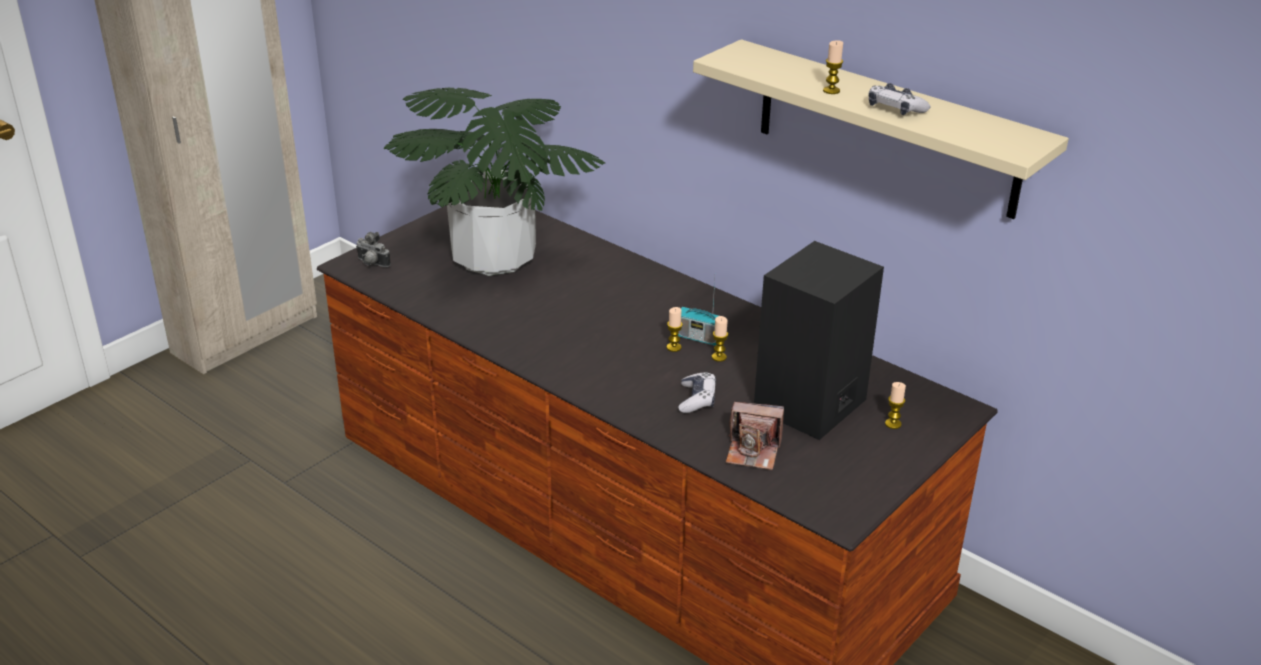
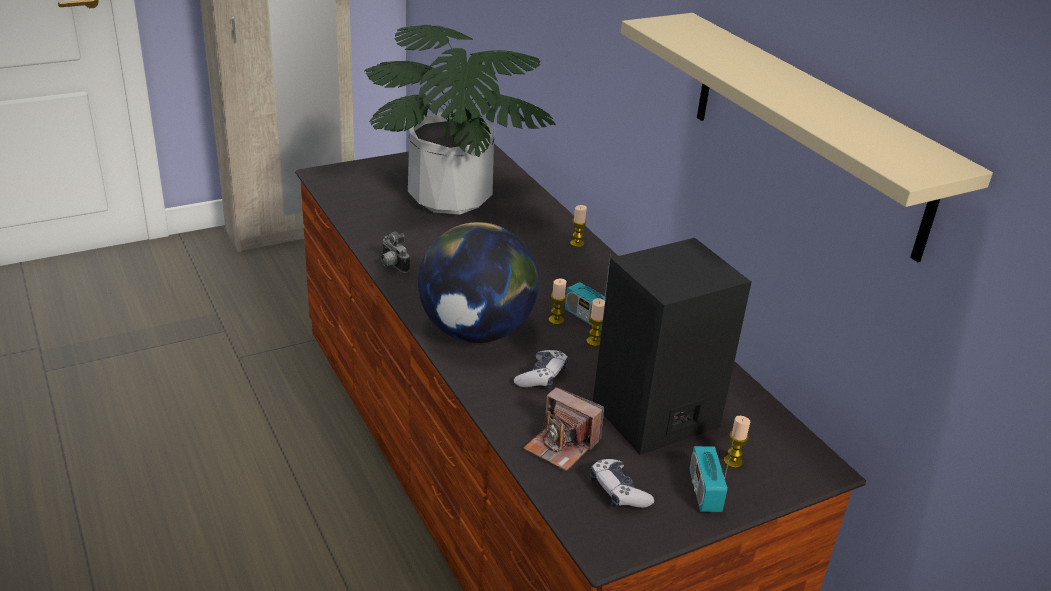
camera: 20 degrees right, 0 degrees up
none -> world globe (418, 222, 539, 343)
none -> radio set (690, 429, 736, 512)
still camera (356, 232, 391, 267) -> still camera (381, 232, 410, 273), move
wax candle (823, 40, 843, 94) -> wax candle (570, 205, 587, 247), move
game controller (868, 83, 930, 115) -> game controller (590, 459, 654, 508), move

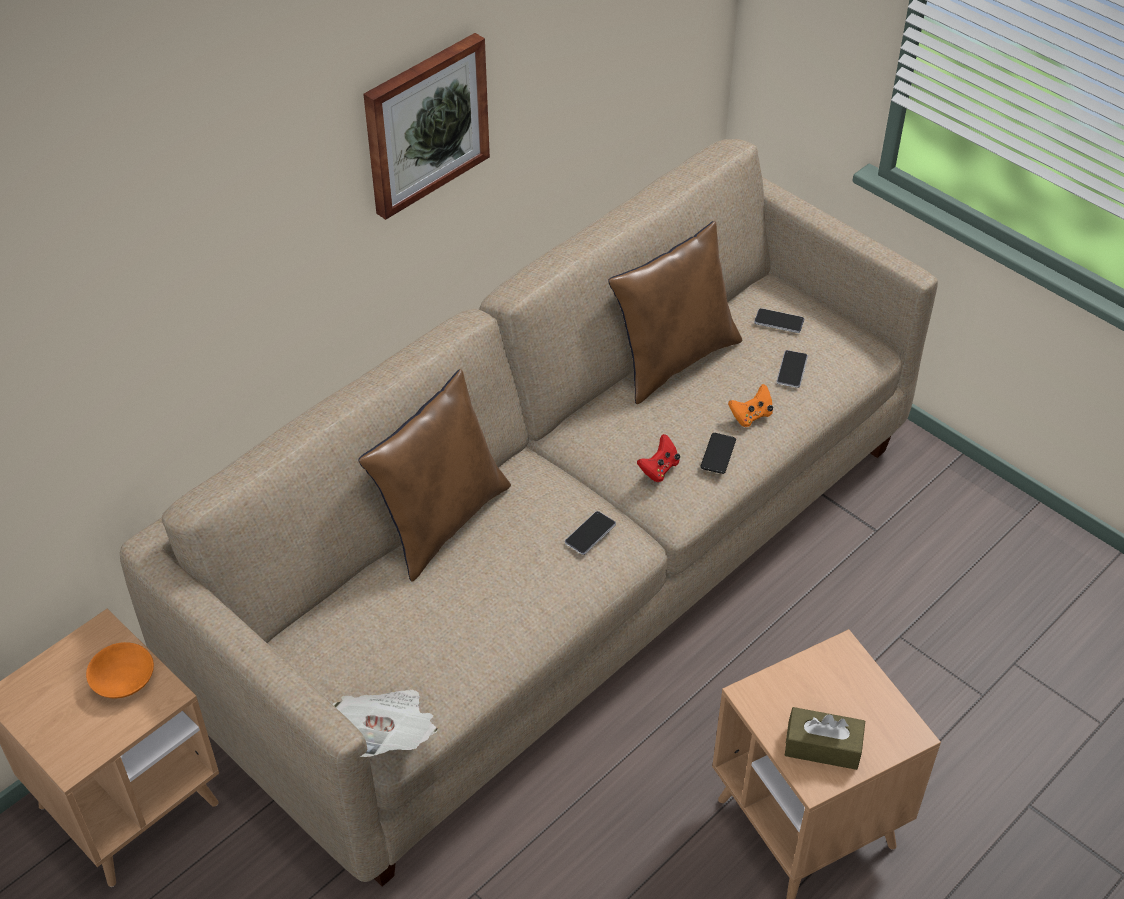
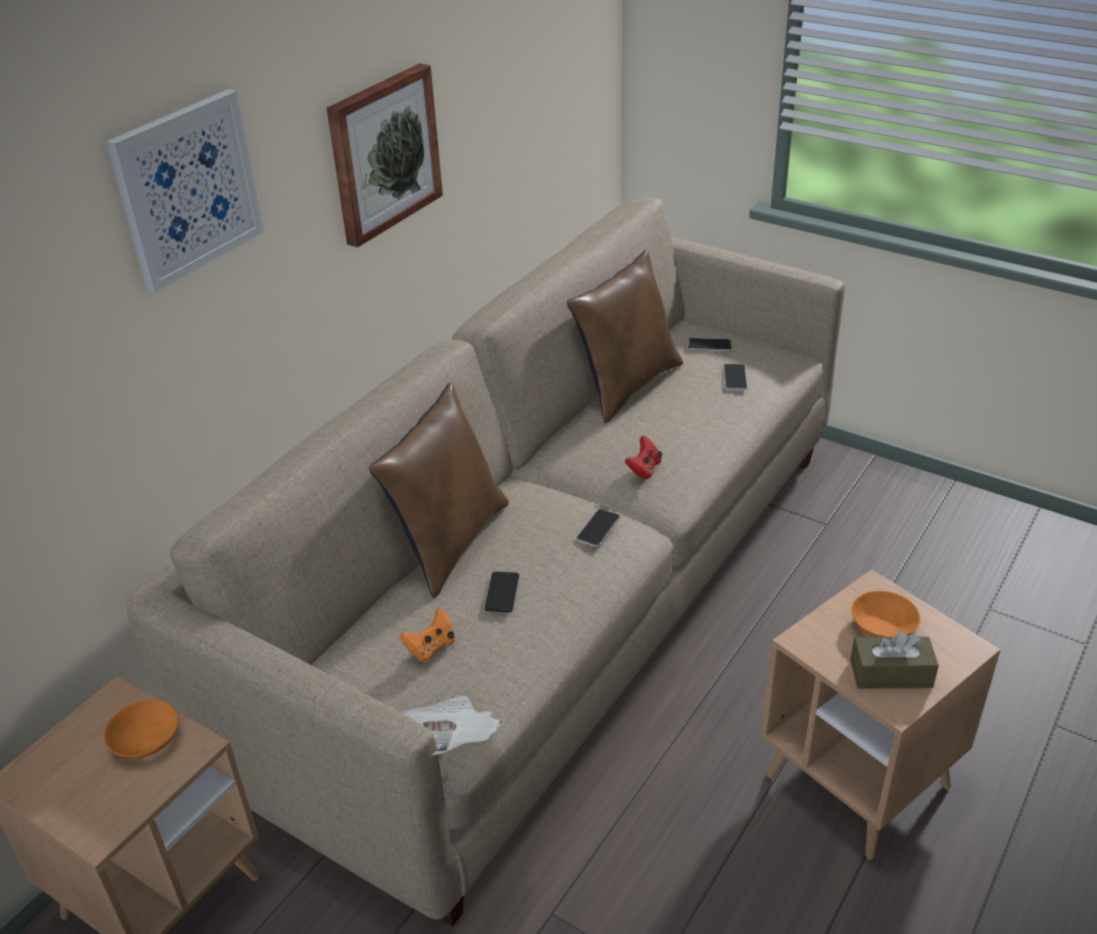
camera: 10 degrees left, 10 degrees down
none -> picture (106, 89, 264, 292)
none -> orange serving bowl (851, 591, 921, 637)
handset (700, 433, 736, 474) -> handset (485, 572, 519, 612), move
orange game controller (728, 384, 773, 427) -> orange game controller (400, 608, 455, 662), move

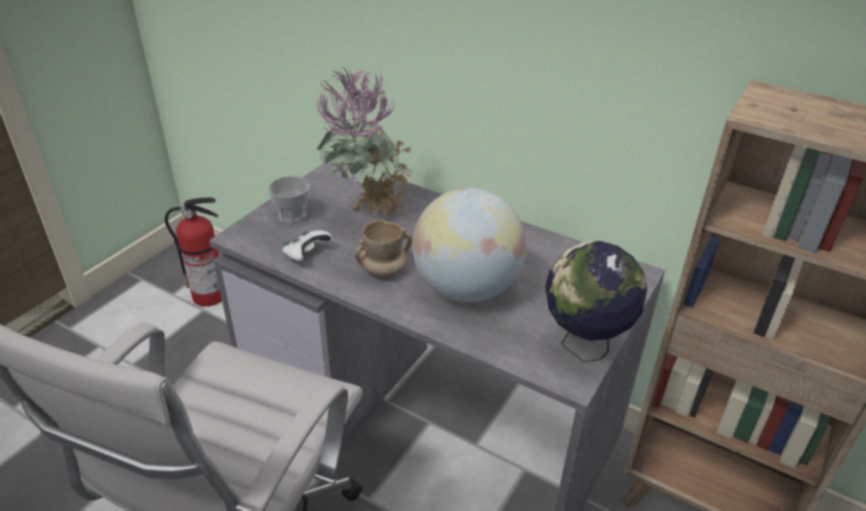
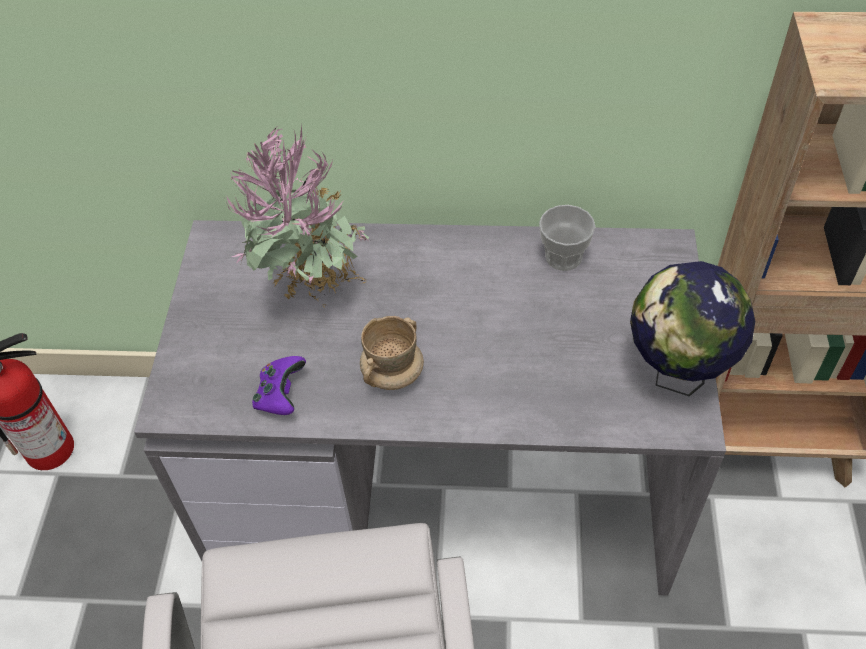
camera: 25 degrees left, 15 degrees up
world globe (412, 188, 526, 302) -> none
cup (268, 176, 310, 224) -> cup (539, 205, 596, 271), move
whitish game controller (282, 231, 332, 261) -> purple-coloured game controller (252, 356, 306, 415)

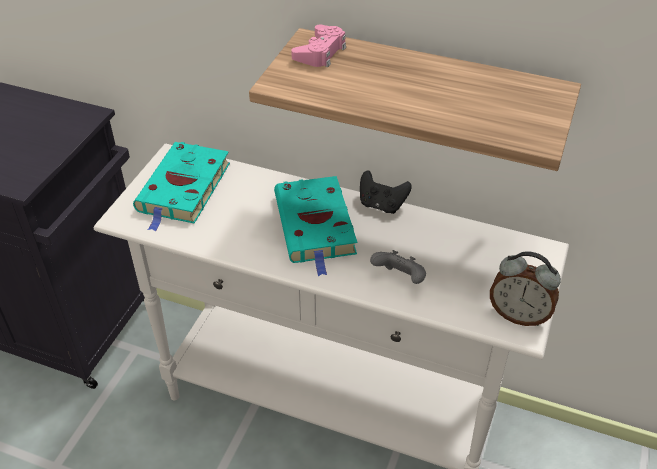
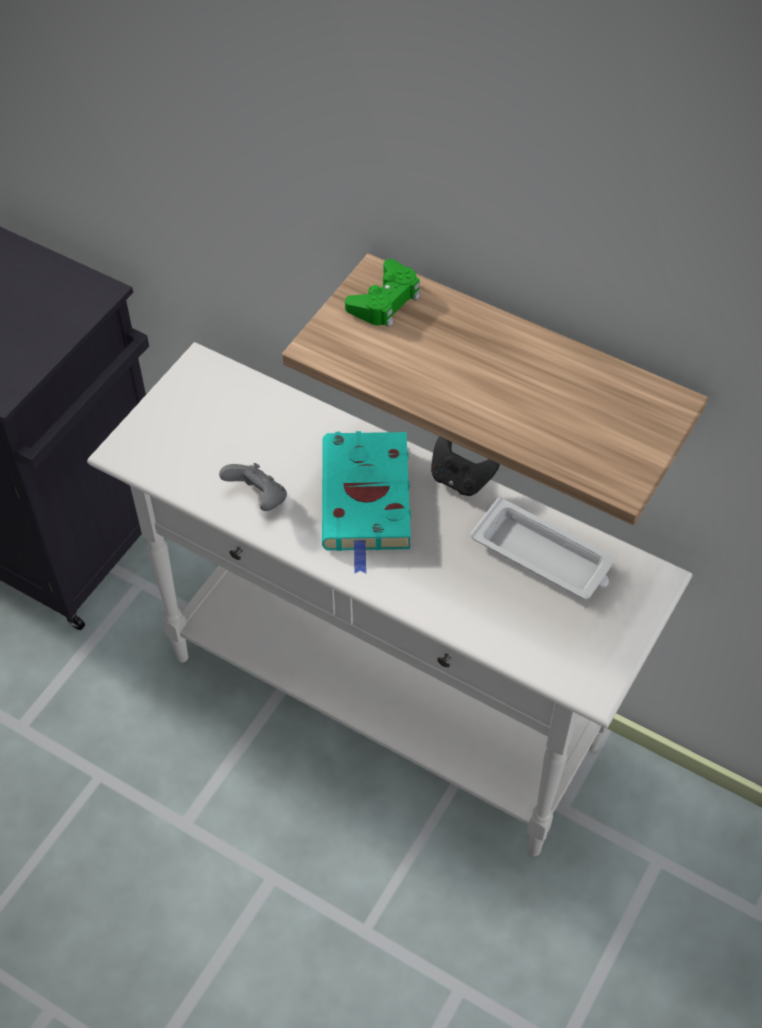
camera: 10 degrees right, 10 degrees up
blue-green bound book (133, 142, 230, 232) -> none
alarm clock (490, 251, 561, 326) -> none
none -> whitish carrying tray (471, 497, 614, 599)
greyish game controller (370, 250, 426, 284) -> greyish game controller (219, 463, 287, 511), move
pinkish game controller (291, 25, 346, 67) -> green game controller (345, 259, 420, 327)

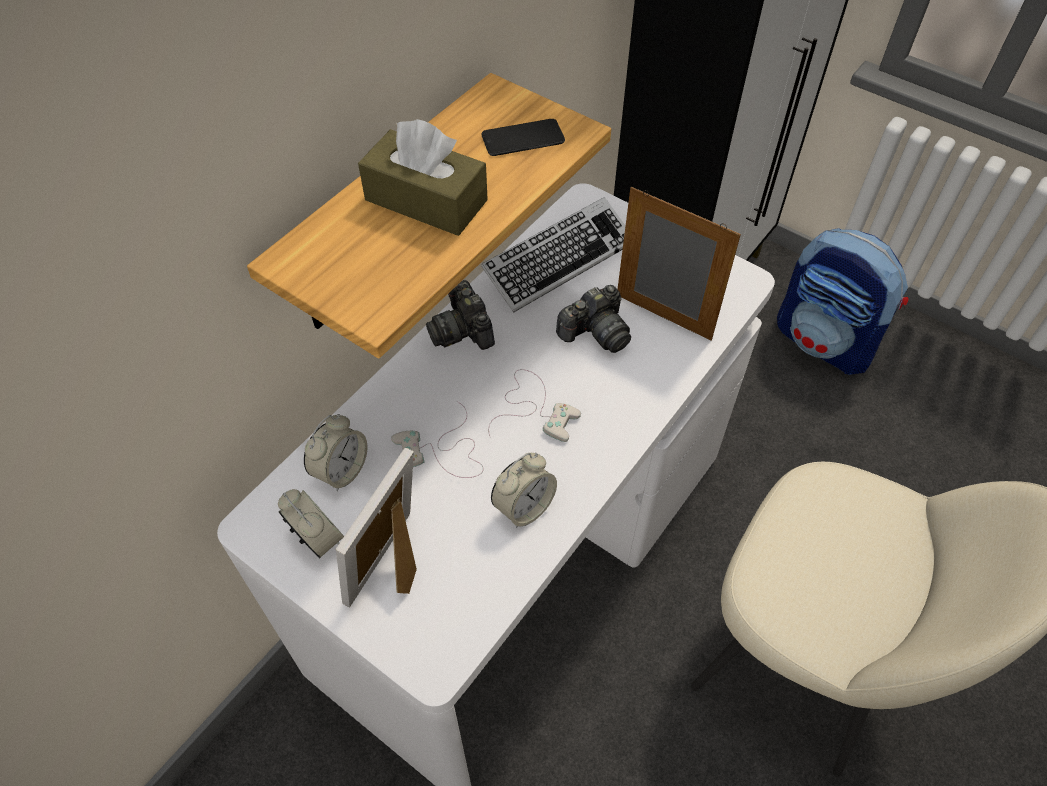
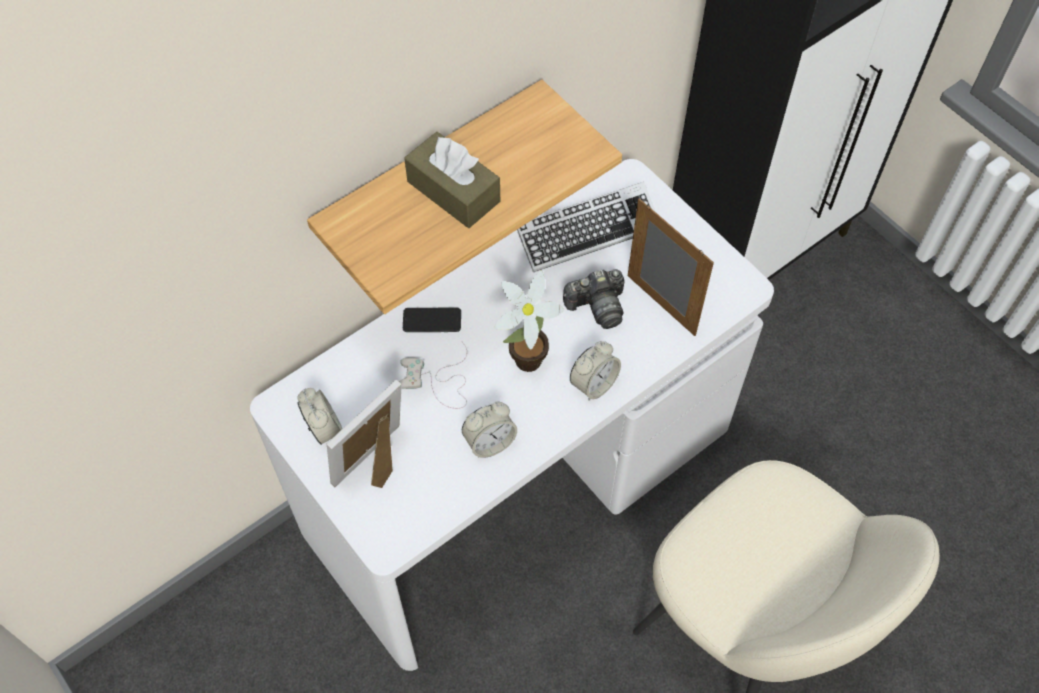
camera: 15 degrees right, 5 degrees up
still camera (426, 280, 495, 350) -> none
knapsack (777, 228, 909, 375) -> none
alarm clock (304, 414, 367, 491) -> alarm clock (570, 341, 621, 401), move
handset (481, 119, 565, 156) -> handset (403, 307, 461, 332), move
whitish game controller (488, 369, 581, 442) -> houseplant (494, 270, 564, 372)

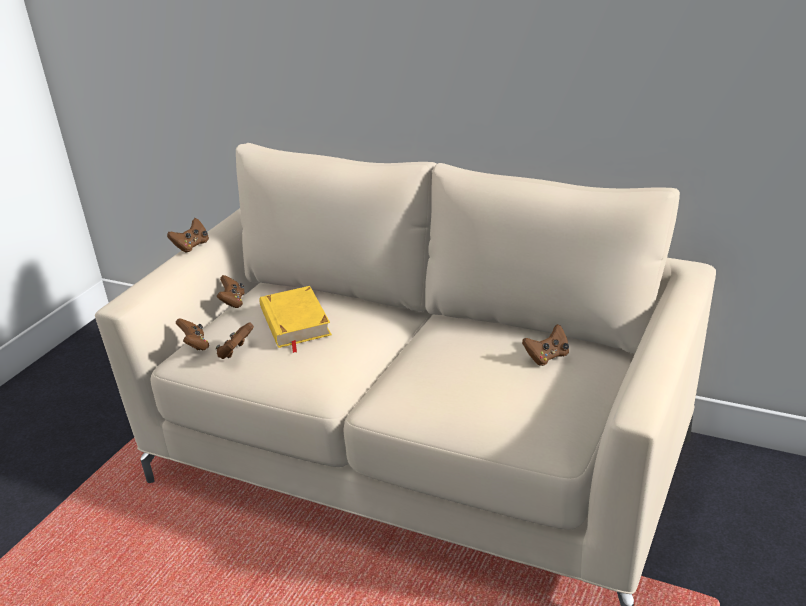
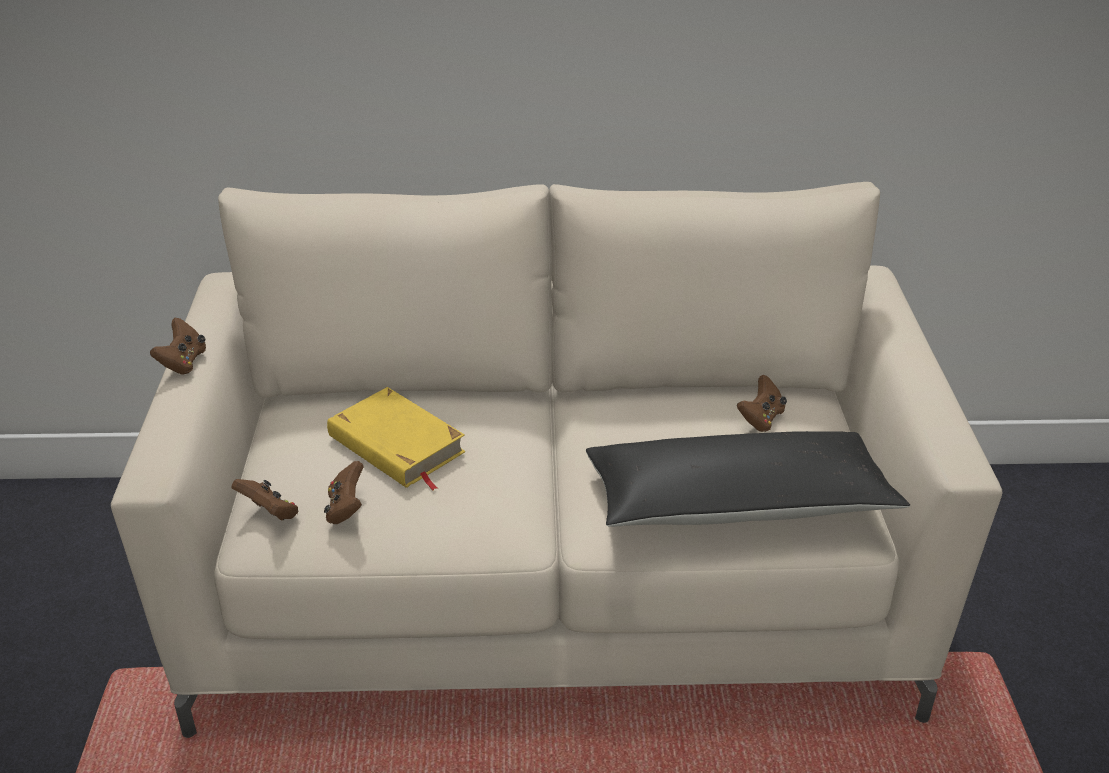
camera: 30 degrees left, 5 degrees up
brown game controller (217, 275, 244, 308) -> none
none -> black-coloured pillow (586, 431, 910, 527)

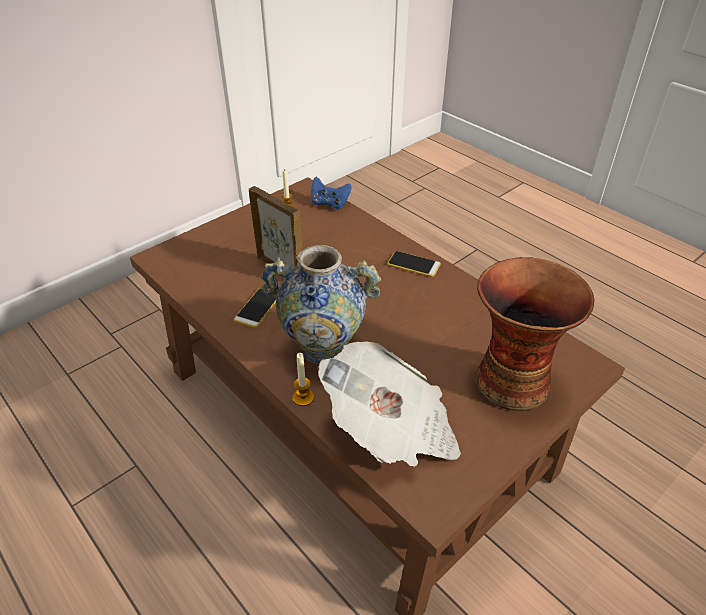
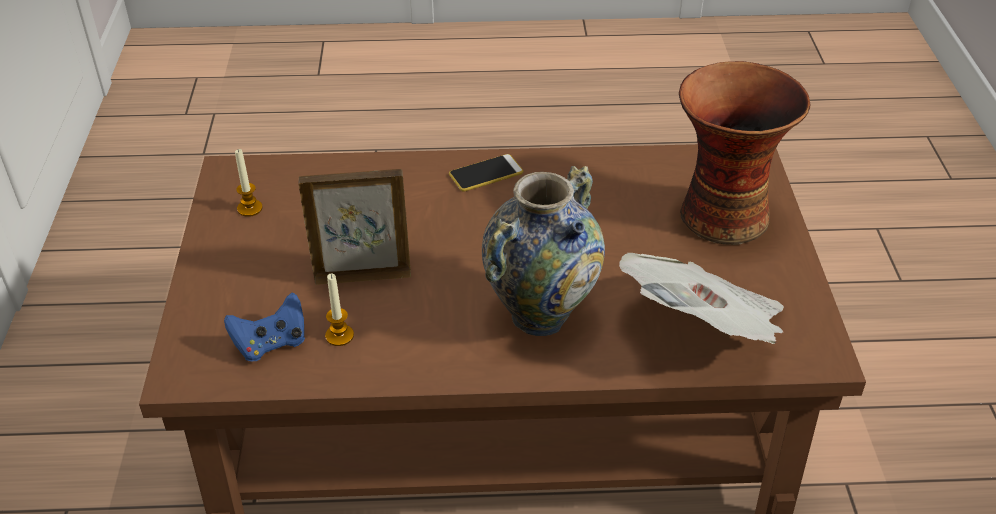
camera: 50 degrees left, 0 degrees up
handset (234, 288, 276, 328) -> none
wax candle (293, 353, 314, 406) -> wax candle (325, 273, 354, 346), move
blue game controller (311, 177, 352, 210) -> blue game controller (224, 292, 305, 362), move

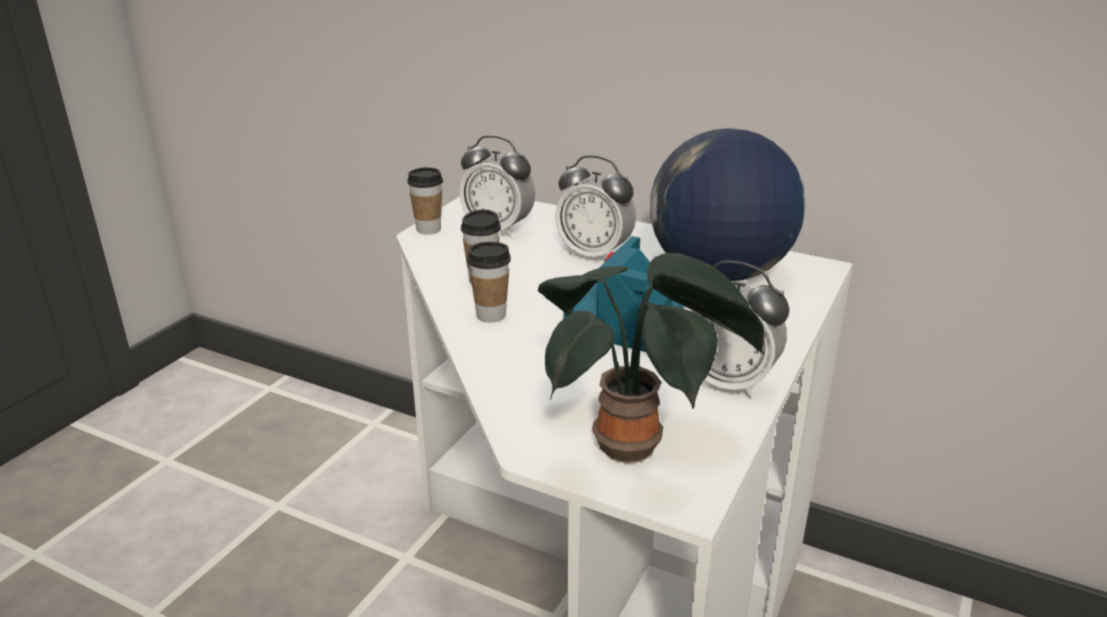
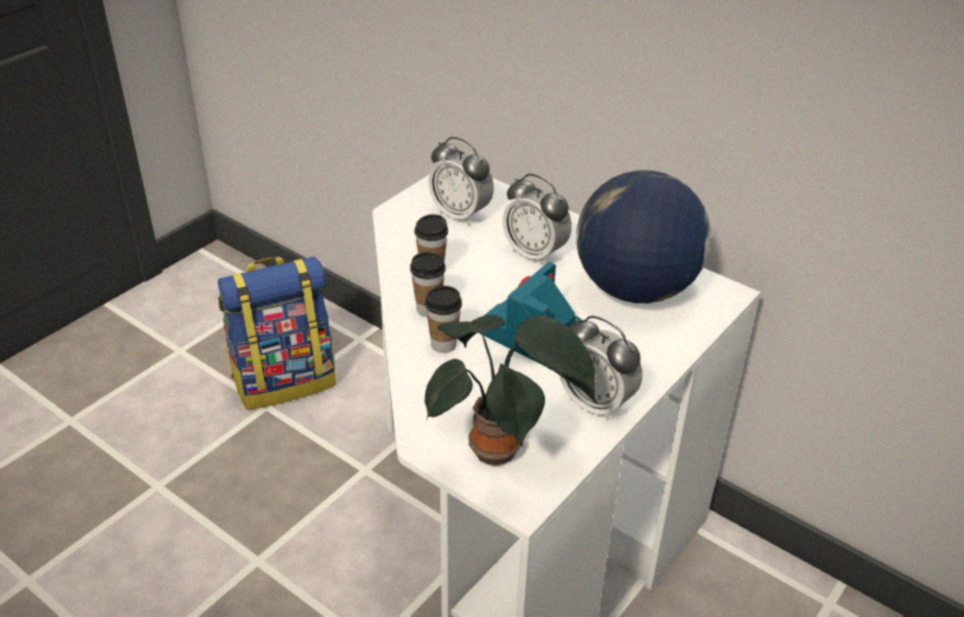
camera: 10 degrees right, 10 degrees up
none -> knapsack (218, 256, 336, 410)
cup (407, 167, 443, 235) -> cup (425, 286, 462, 353), move

